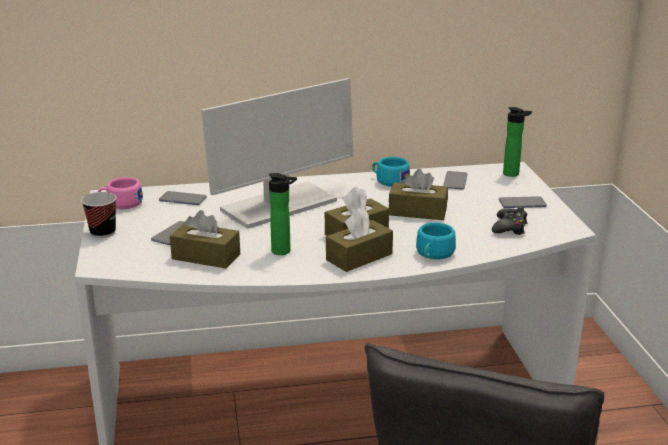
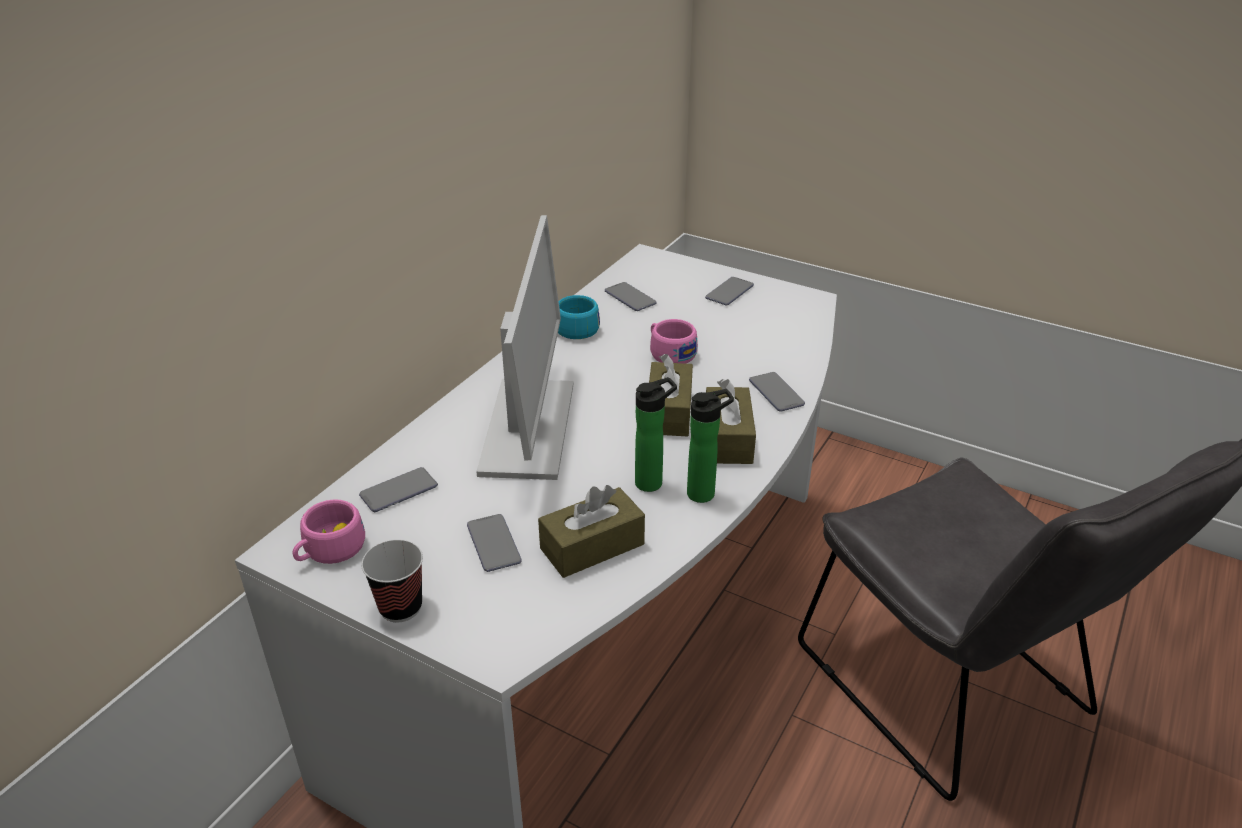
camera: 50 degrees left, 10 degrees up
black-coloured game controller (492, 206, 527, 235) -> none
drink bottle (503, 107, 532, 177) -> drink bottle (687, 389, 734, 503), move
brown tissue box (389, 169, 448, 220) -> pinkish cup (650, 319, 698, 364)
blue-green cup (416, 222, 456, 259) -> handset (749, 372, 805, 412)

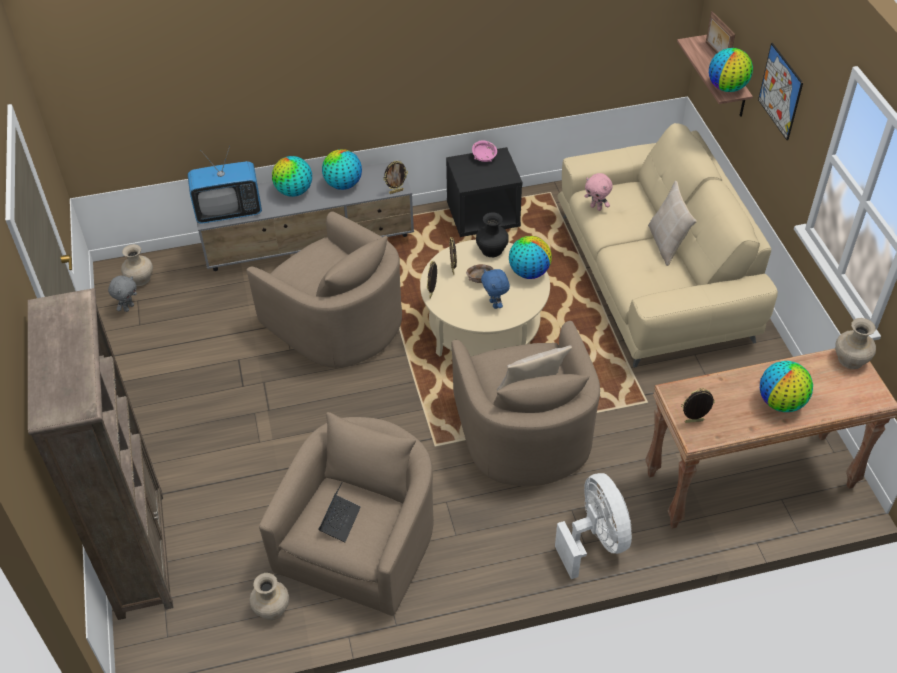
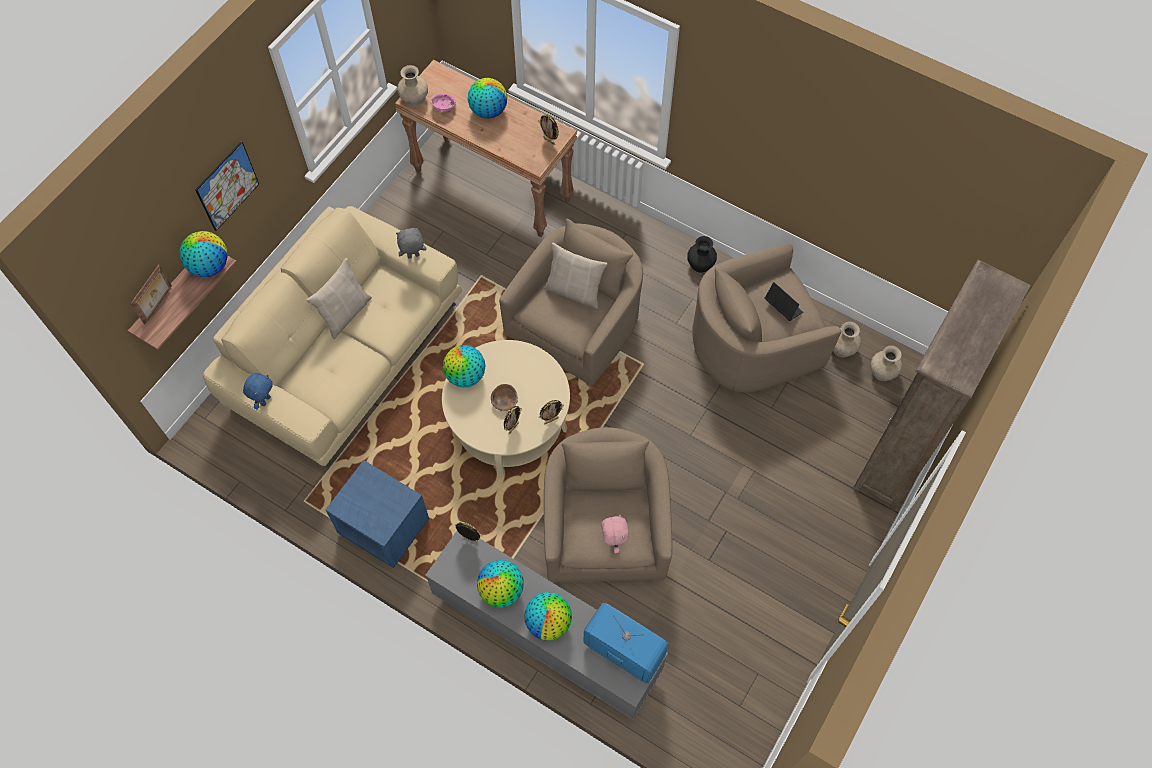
camera: 135 degrees left, 15 degrees up
whitish fan (555, 473, 632, 579) -> none
greyish soft toy (108, 275, 137, 312) -> greyish soft toy (396, 228, 427, 259), move
sand-coloured decorative vase (121, 244, 153, 286) -> sand-coloured decorative vase (870, 345, 902, 381), move
pinkish serving bowl (472, 140, 497, 162) -> pinkish serving bowl (430, 93, 456, 112), move
black-coloured decorative vase (476, 213, 508, 257) -> black-coloured decorative vase (687, 236, 717, 273), move
blue soft toy (481, 269, 510, 309) -> blue soft toy (243, 373, 273, 409), move
pinkish soft toy (584, 173, 613, 211) -> pinkish soft toy (601, 514, 629, 553), move
black-coloured night table (446, 147, 522, 237) -> blue night table (326, 460, 430, 568)
notebook computer (318, 483, 361, 542) -> notebook computer (765, 282, 803, 321), 75 degrees clockwise

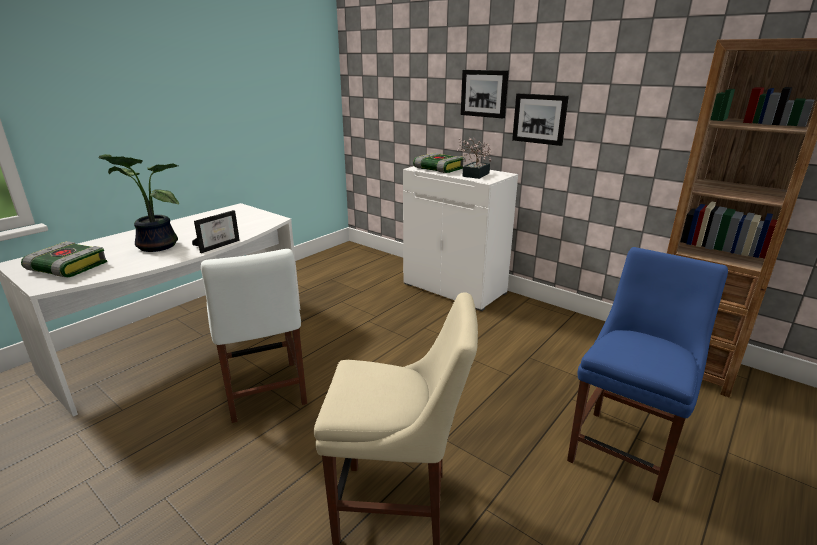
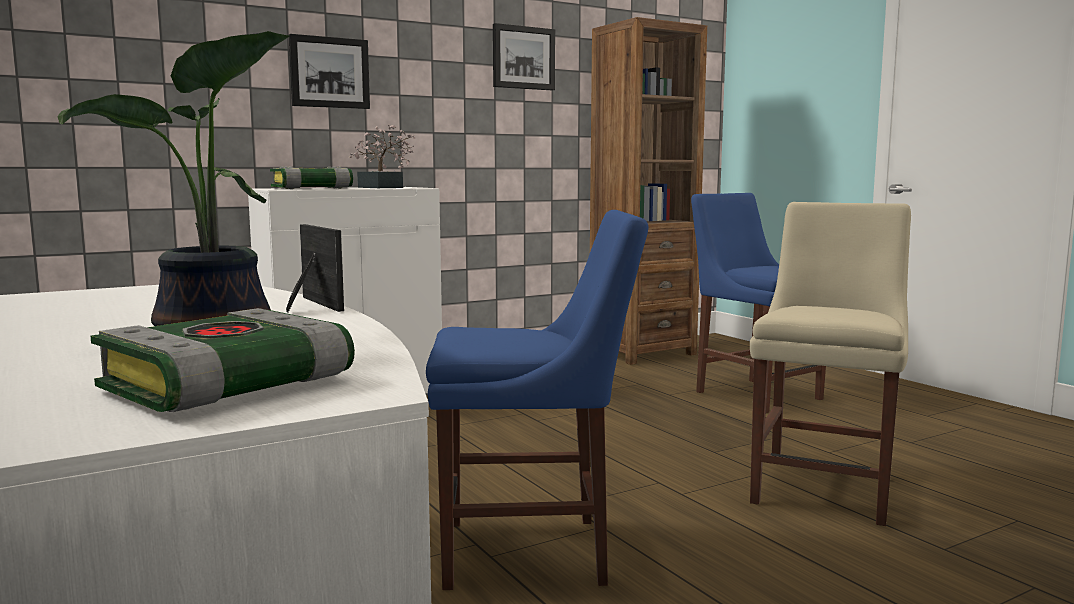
camera: 70 degrees left, 15 degrees down
picture (512, 93, 569, 146) -> picture (493, 23, 555, 90), move
whitish chair (201, 249, 307, 423) -> blue chair (426, 210, 648, 590)

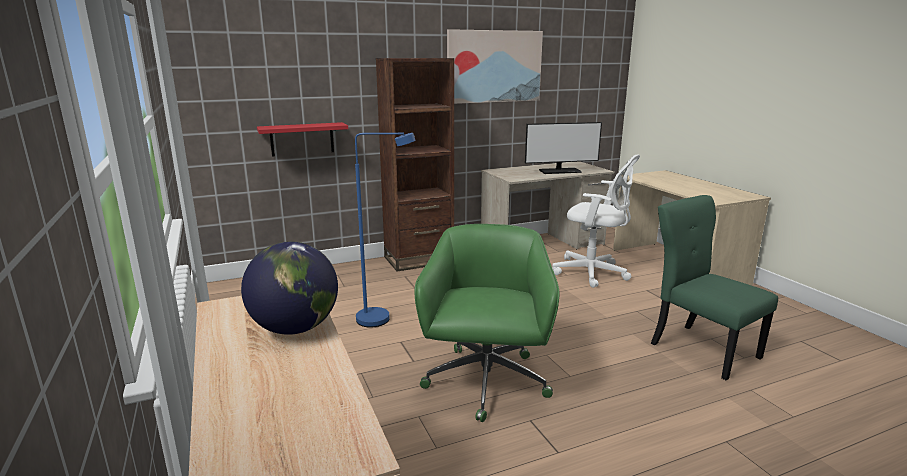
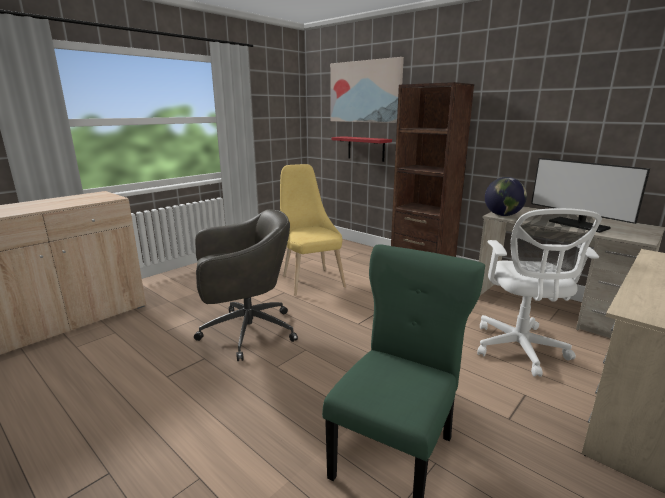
camera: 65 degrees right, 0 degrees up
world globe (241, 241, 338, 335) -> world globe (485, 177, 527, 216), move
picture (447, 29, 543, 104) -> picture (330, 57, 404, 123), move
blue standing lamp (355, 133, 415, 328) -> yellow-coloured chair (280, 164, 346, 296)
green office chair (415, 224, 559, 422) -> greyish office chair (194, 209, 298, 361)

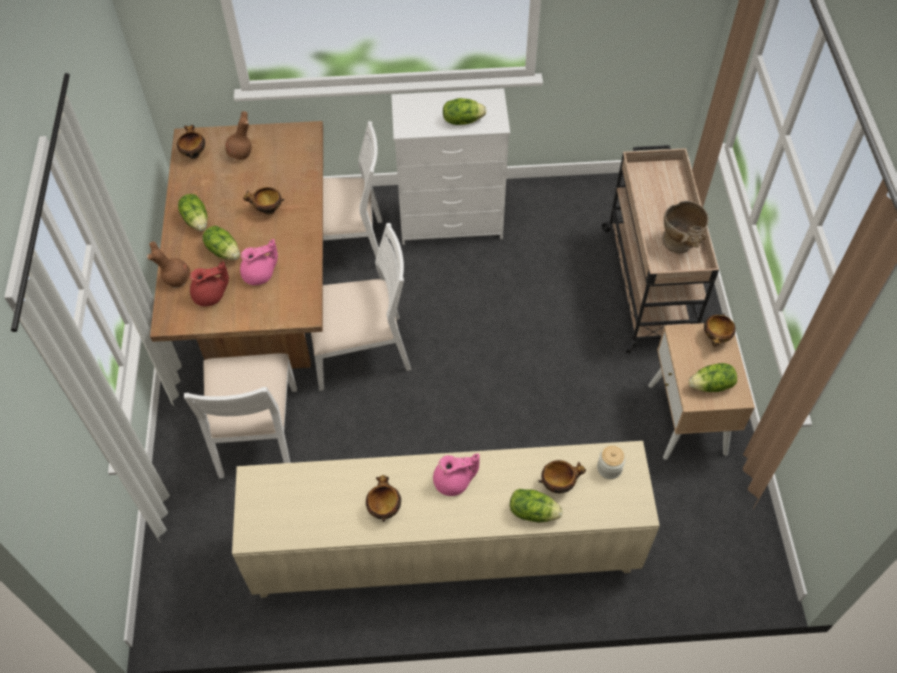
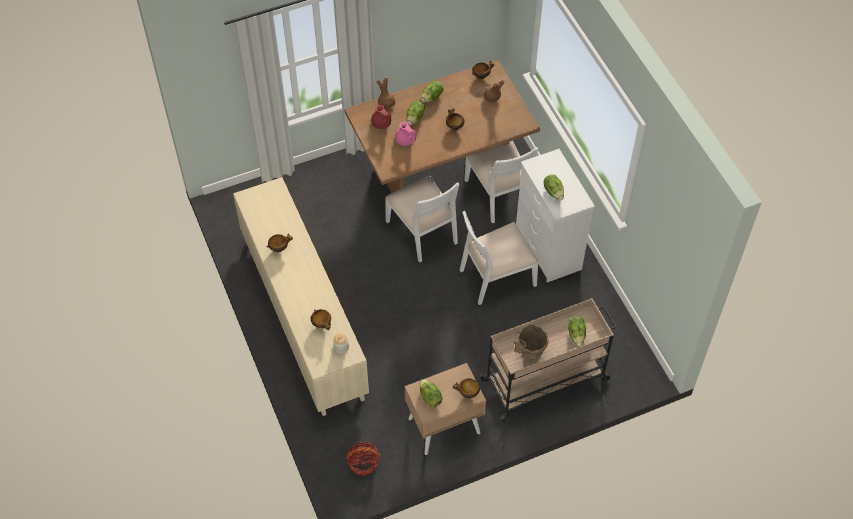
camera: 70 degrees right, 0 degrees up
pinkish tea pot (433, 454, 479, 496) -> none
none -> household basket (346, 442, 380, 476)
whitish chair (184, 353, 297, 478) -> whitish chair (460, 211, 539, 305), move
lettuce head (510, 489, 563, 522) -> lettuce head (568, 317, 586, 346), move

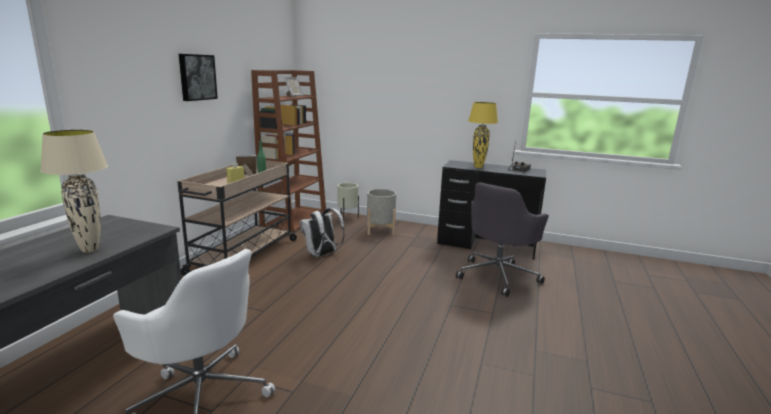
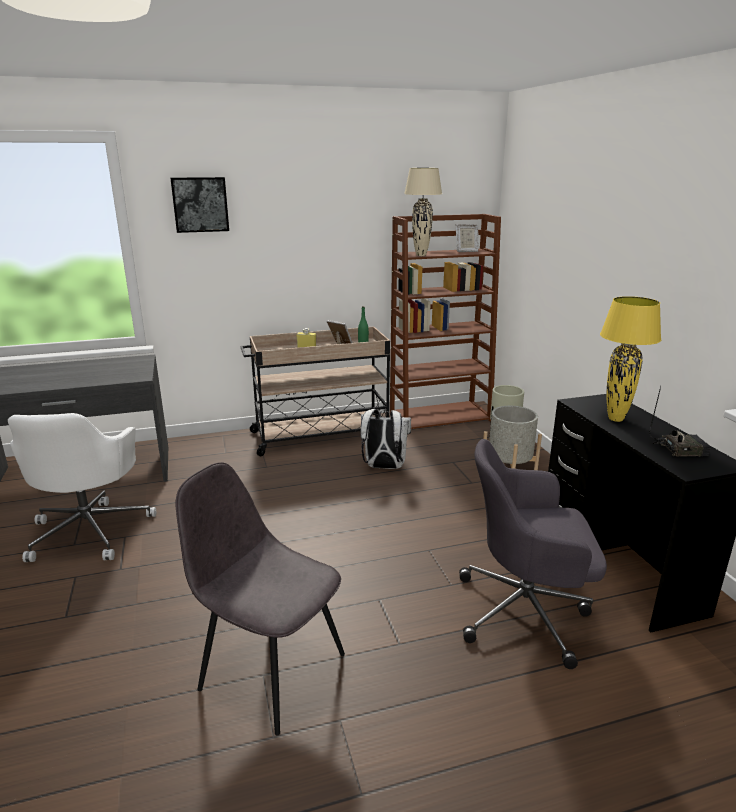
camera: 55 degrees right, 5 degrees up
none -> greyish chair (176, 462, 345, 736)
sand-coloured tabletop lamp (40, 130, 108, 253) -> sand-coloured tabletop lamp (404, 168, 442, 256), move
picture (179, 54, 218, 101) -> picture (171, 177, 229, 233), move

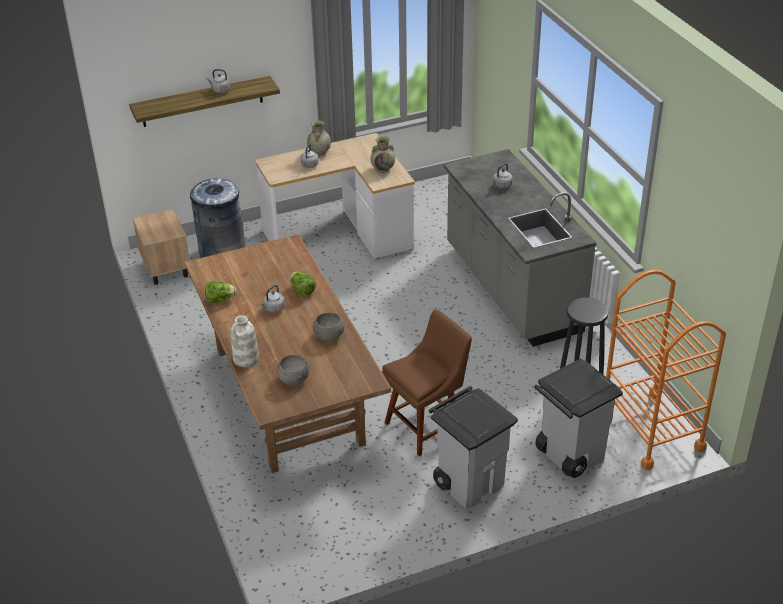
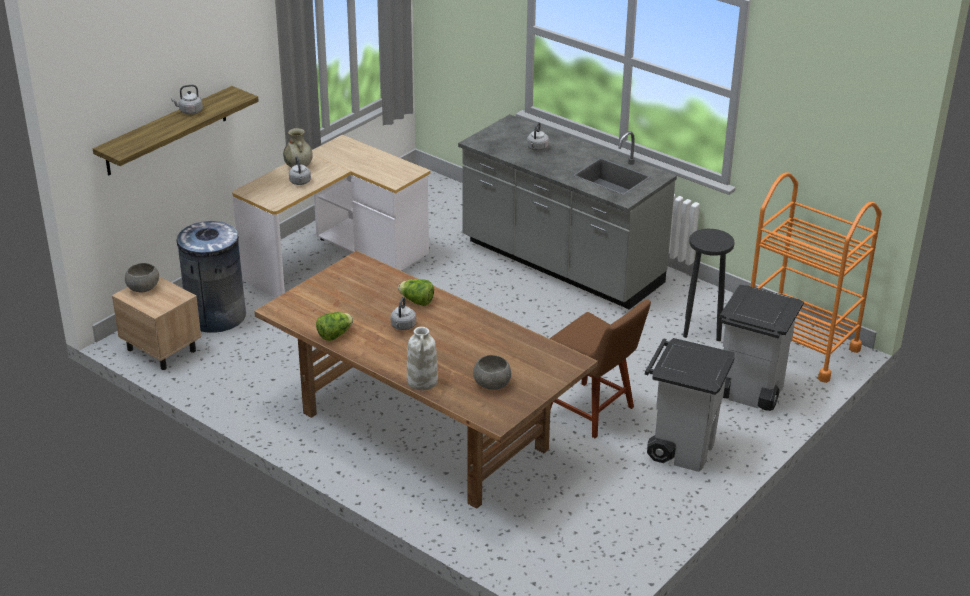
camera: 30 degrees left, 5 degrees down
sand-coloured decorative vase (371, 136, 395, 173) -> none
greyish serving bowl (313, 313, 345, 341) -> greyish serving bowl (125, 263, 159, 292), move
brown chair (382, 309, 472, 456) -> brown chair (550, 300, 651, 438), 105 degrees clockwise

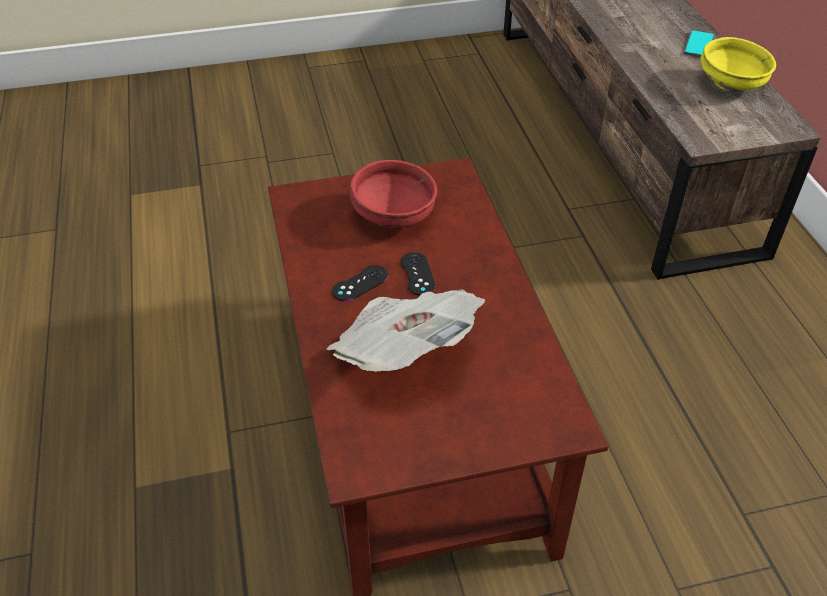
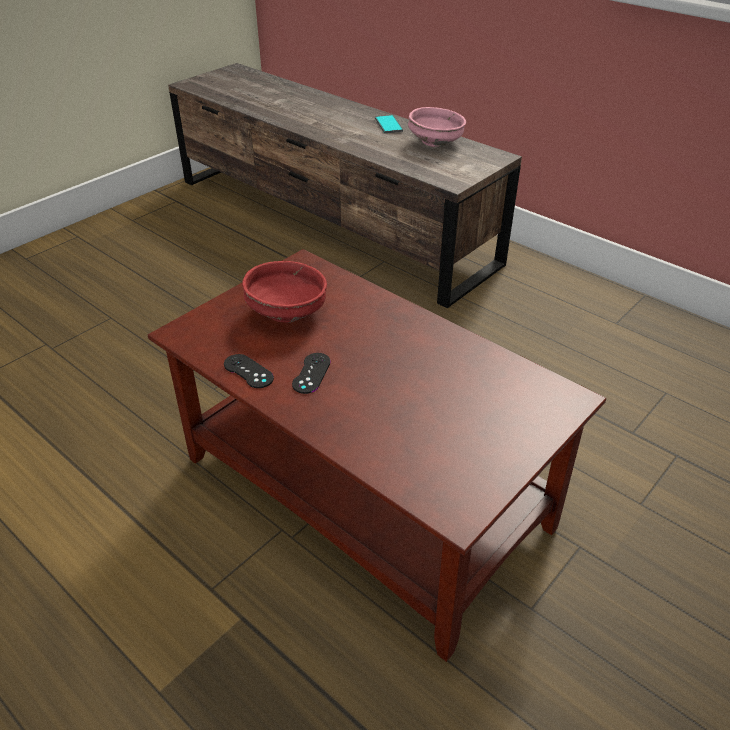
camera: 35 degrees left, 5 degrees down
daily paper (327, 289, 485, 372) -> none
black-coloured game controller (401, 252, 435, 296) -> black-coloured game controller (224, 354, 274, 388), move
yellow-coloured serving bowl (700, 37, 776, 92) -> pinkish serving bowl (408, 107, 466, 147)

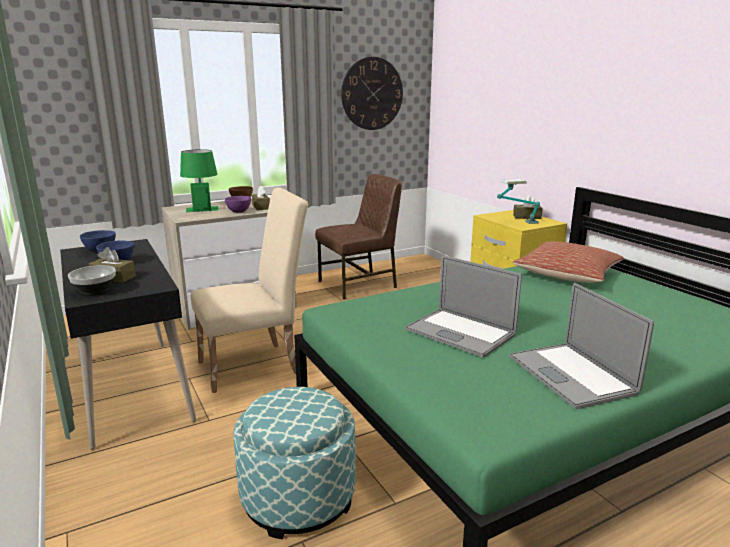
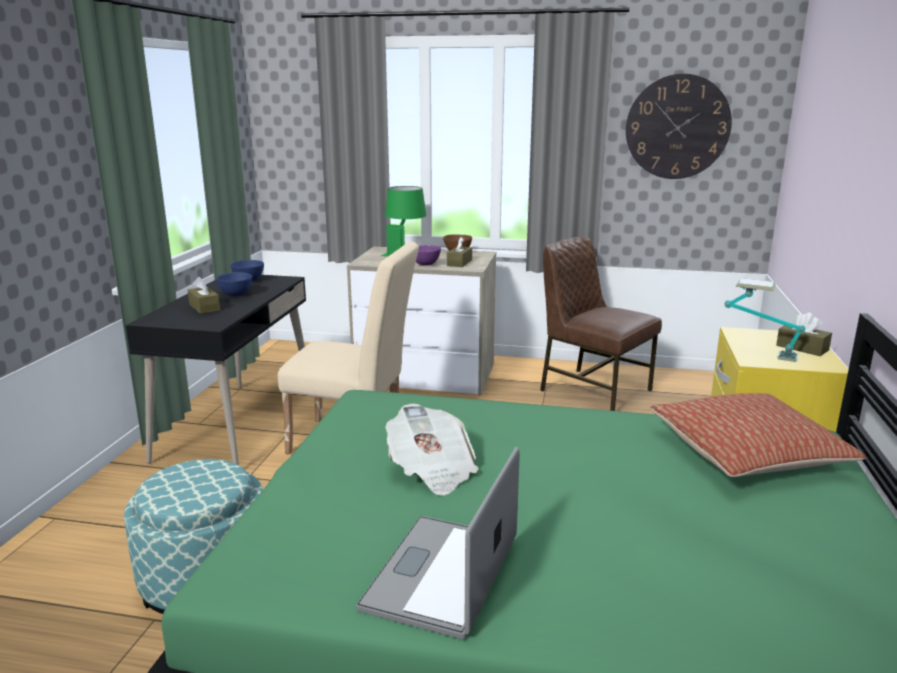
camera: 40 degrees right, 0 degrees up
serving bowl (68, 265, 116, 296) -> none
notebook computer (405, 255, 522, 358) -> daily paper (385, 404, 479, 496)
brown chair (315, 174, 402, 300) -> brown chair (540, 236, 662, 411), 150 degrees counterclockwise

